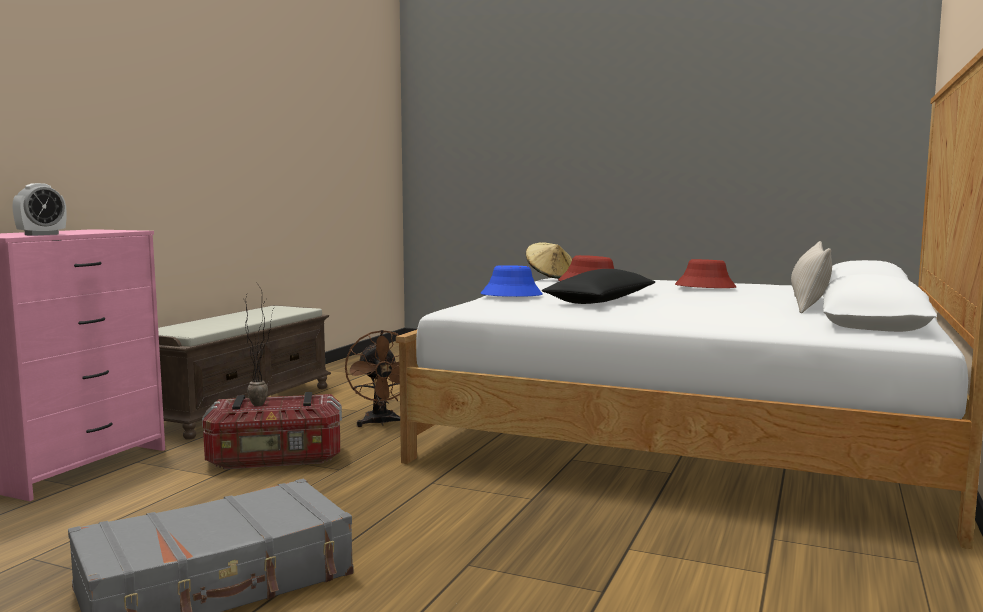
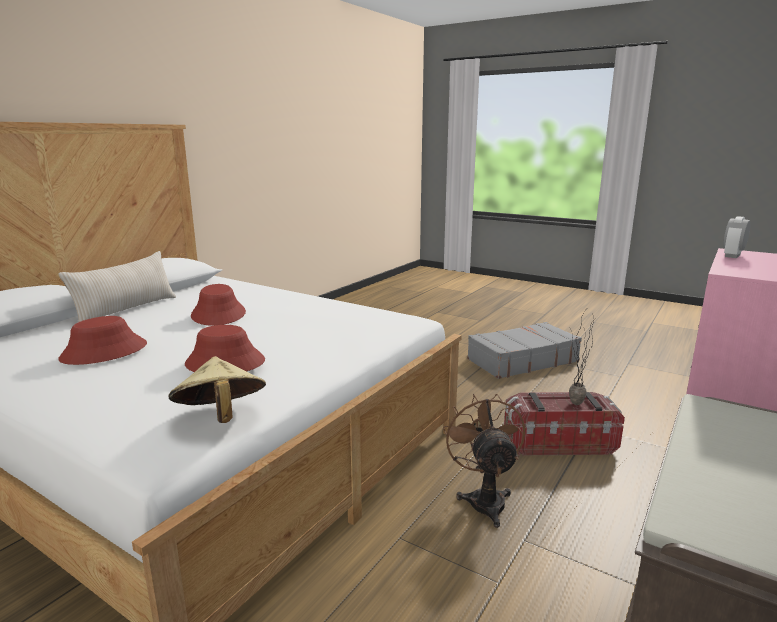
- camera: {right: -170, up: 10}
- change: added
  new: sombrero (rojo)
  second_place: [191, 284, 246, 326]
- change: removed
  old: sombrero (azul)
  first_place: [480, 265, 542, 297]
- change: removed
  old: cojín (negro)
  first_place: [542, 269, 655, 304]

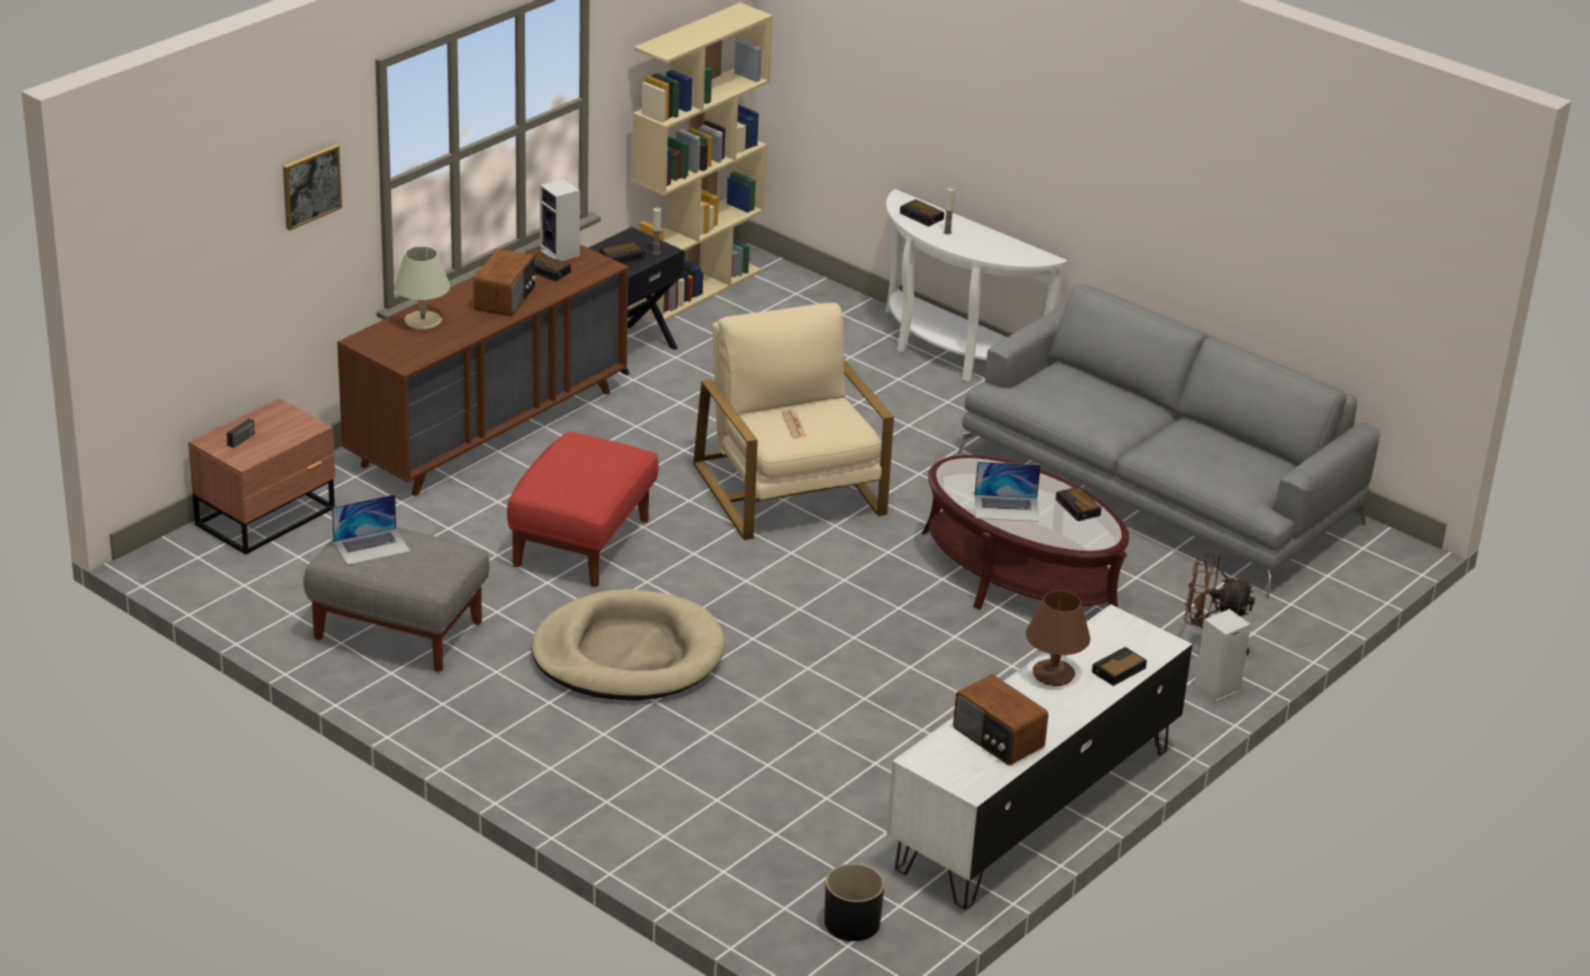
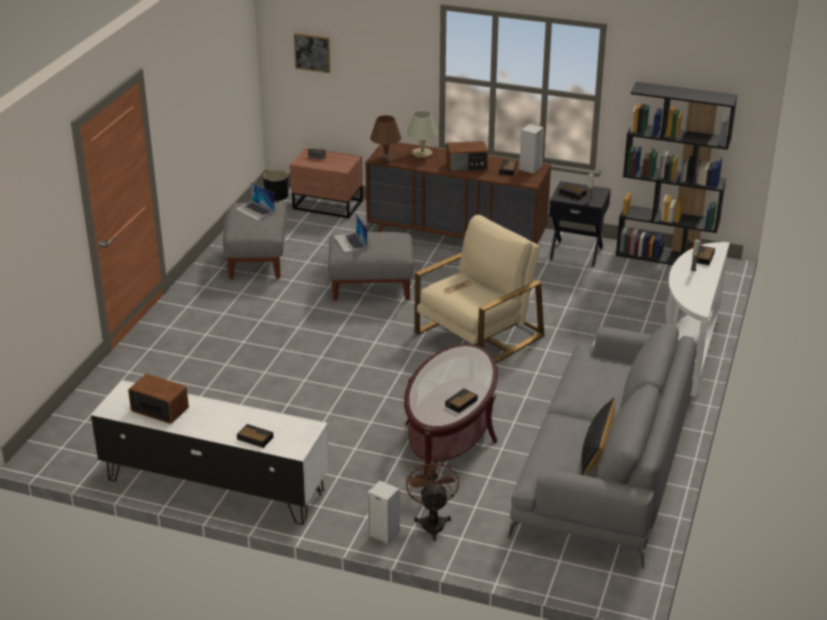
- camera: {right: 70, up: 0}
- change: turned
  old: radio
  first_place: [953, 674, 1048, 765]
  second_place: [128, 374, 189, 424]
  degrees: 90
- change: moved
  old: maceta (negro)
  first_place: [824, 863, 884, 941]
  second_place: [263, 170, 289, 201]
- change: moved
  old: cuadro
  first_place: [283, 144, 342, 230]
  second_place: [294, 33, 330, 73]
- change: recoloured
  old: puf (rojo)
  new: puf (gris)
  first_place: [507, 432, 658, 587]
  second_place: [328, 232, 413, 301]
- change: moved
  old: portátil
  first_place: [974, 462, 1041, 522]
  second_place: [334, 213, 367, 253]
- change: moved
  old: lámpara de mesa (marrón)
  first_place: [1026, 590, 1090, 686]
  second_place: [370, 115, 401, 163]
- change: added
  new: cojín (negro)
  second_place: [581, 398, 615, 475]
- change: recoloured
  old: estantería (beis)
  new: estantería (negro)
  first_place: [630, 3, 773, 321]
  second_place: [616, 82, 738, 265]
- change: removed
  old: cama para perro (beis)
  first_place: [531, 589, 725, 700]

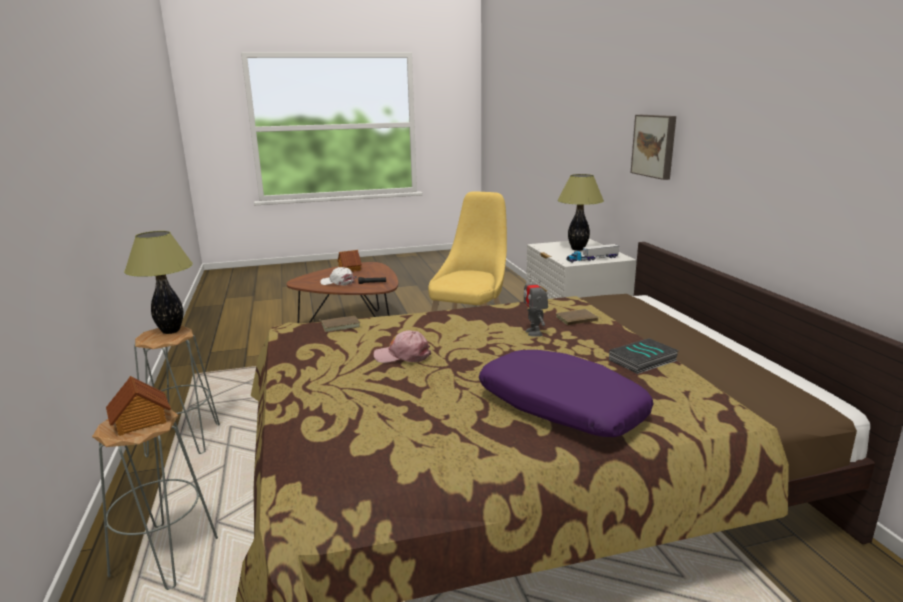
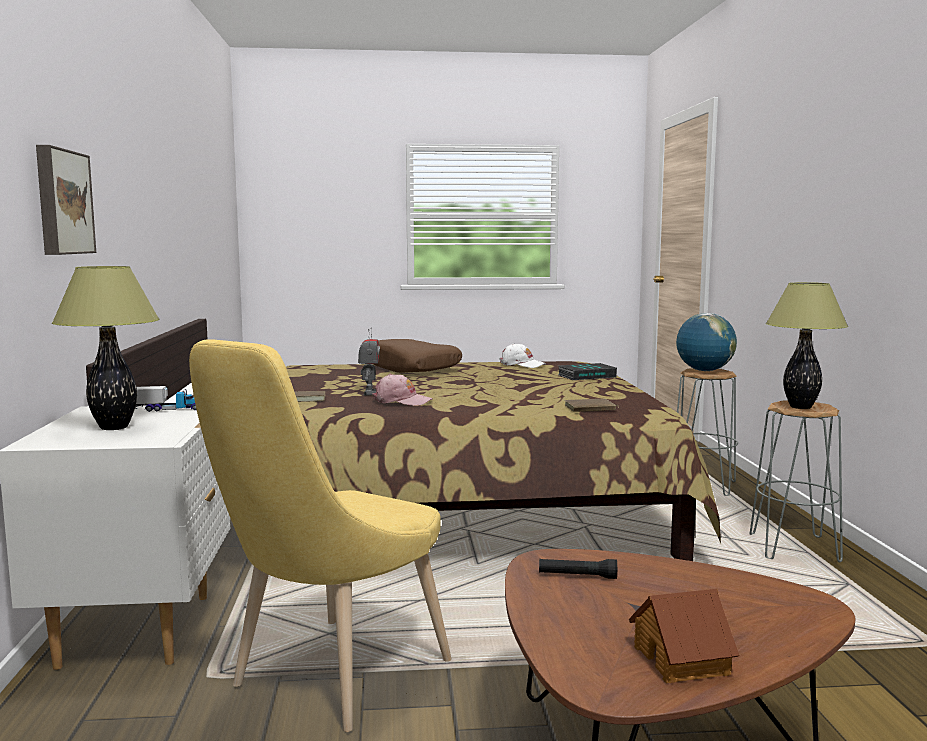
- camera: {right: -170, up: -10}
- change: moved
  old: gorra (rosa)
  first_place: [373, 330, 431, 363]
  second_place: [372, 374, 433, 406]
- change: recoloured
  old: cojín (morado)
  new: cojín (marrón)
  first_place: [479, 350, 653, 437]
  second_place: [374, 339, 462, 373]
- change: moved
  old: gorra (blanco)
  first_place: [320, 267, 355, 286]
  second_place: [499, 343, 546, 368]
- change: moved
  old: libro
  first_place: [609, 338, 679, 374]
  second_place: [558, 363, 617, 380]
- change: replaced
  old: casita
  new: globo terráqueo
  first_place: [106, 376, 171, 436]
  second_place: [676, 313, 737, 371]

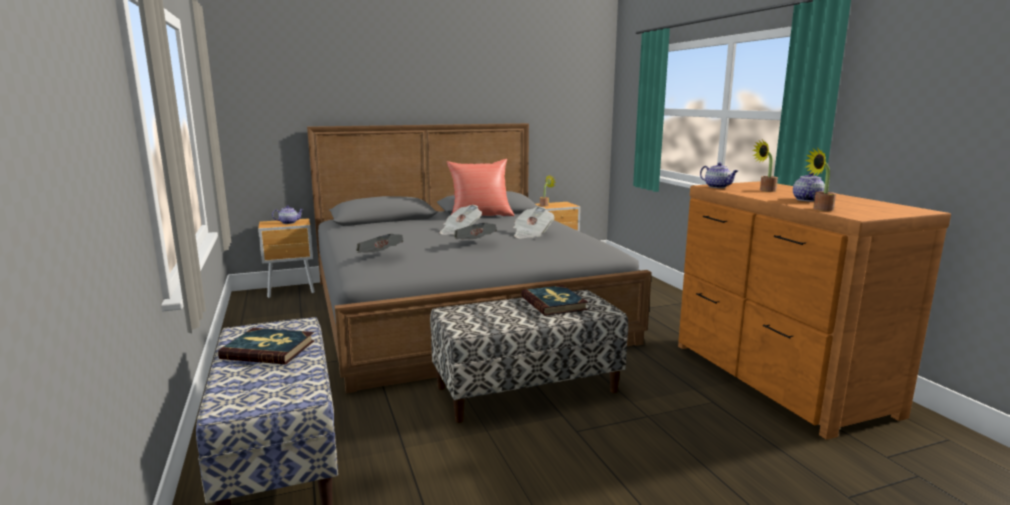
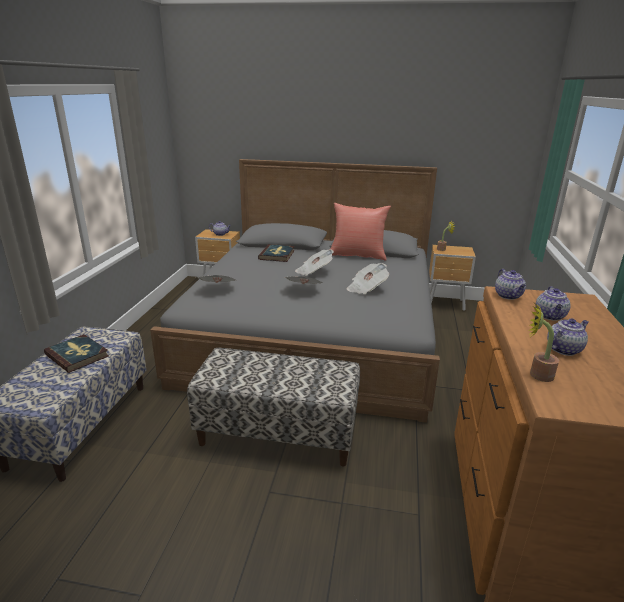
- camera: {right: 30, up: 10}
- change: moved
  old: libro
  first_place: [521, 285, 588, 316]
  second_place: [258, 244, 295, 262]
- change: replaced
  old: planta en maceta
  new: tetera
  first_place: [753, 140, 778, 192]
  second_place: [536, 286, 571, 320]

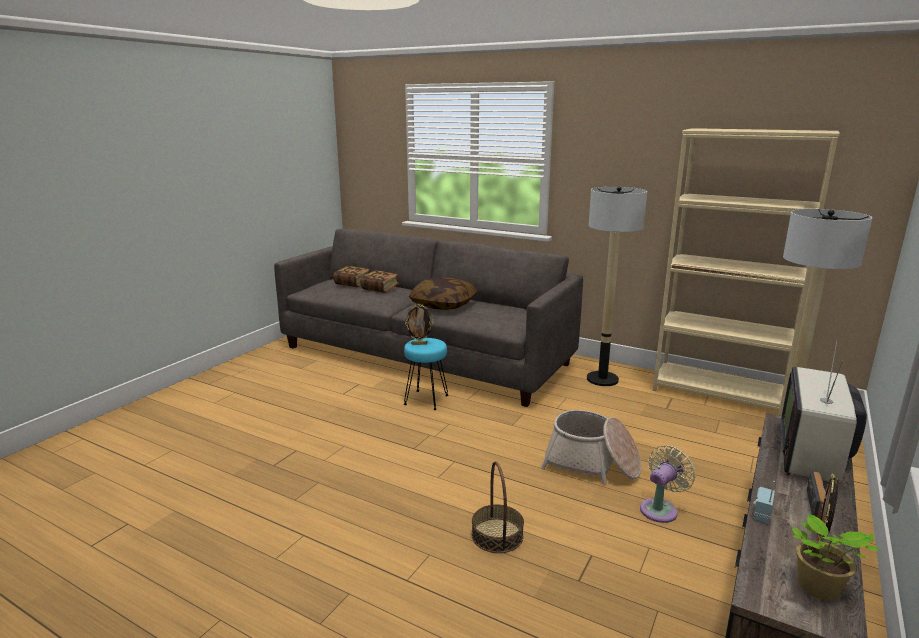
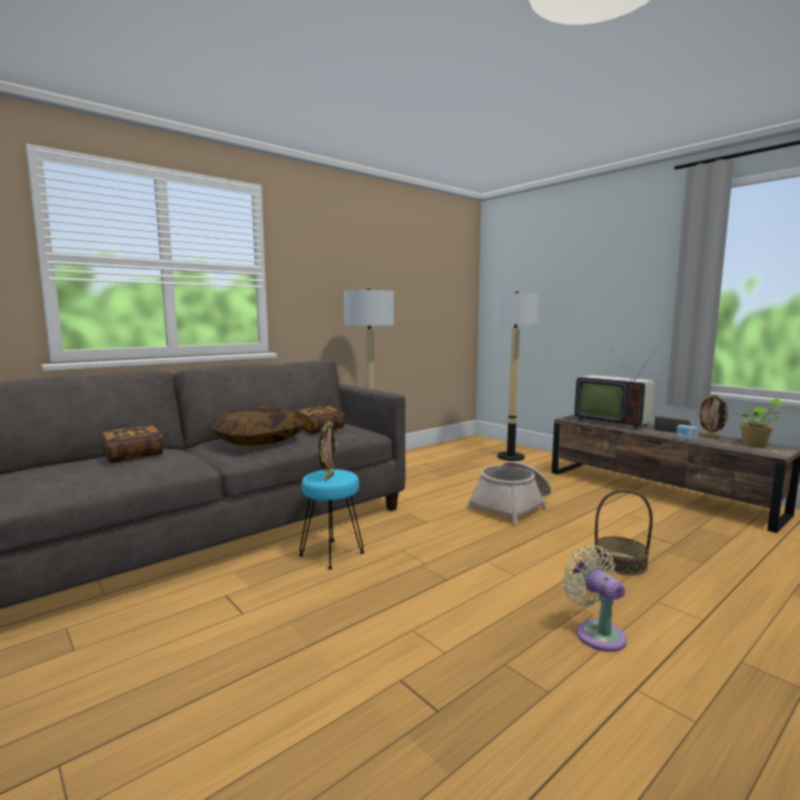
- camera: {right: -70, up: -10}
- change: moved
  old: libro
  first_place: [333, 266, 370, 287]
  second_place: [295, 406, 345, 434]
- change: moved
  old: ventilador (beis)
  first_place: [640, 445, 695, 523]
  second_place: [562, 545, 627, 652]
- change: removed
  old: estantería (beis)
  first_place: [653, 128, 840, 416]

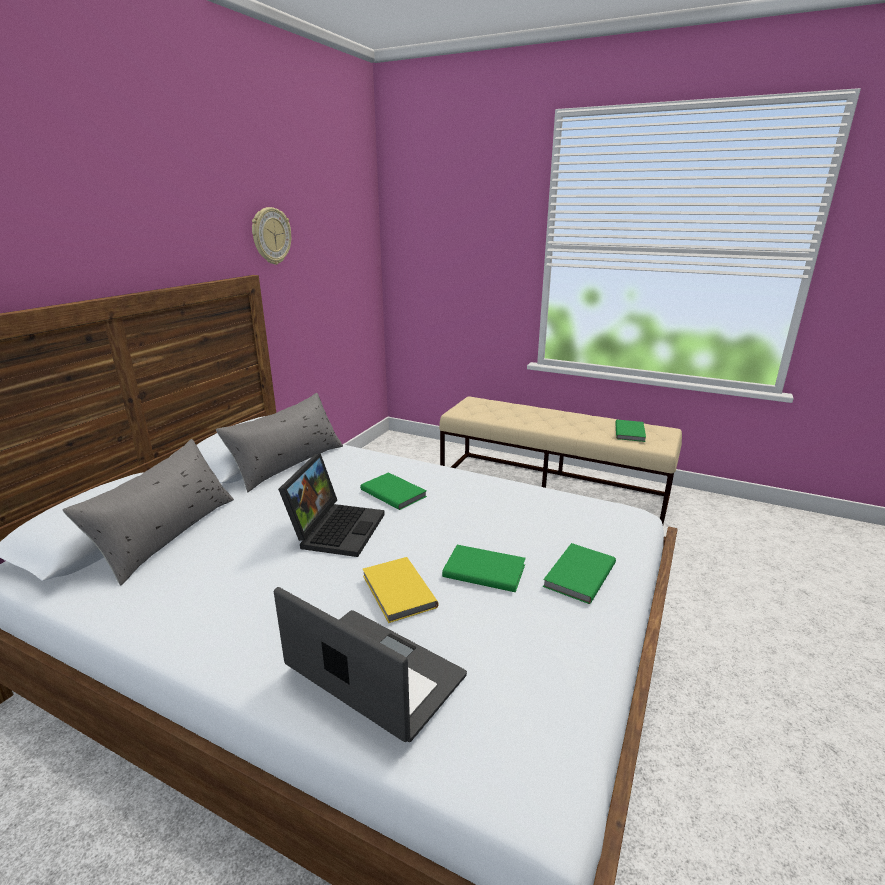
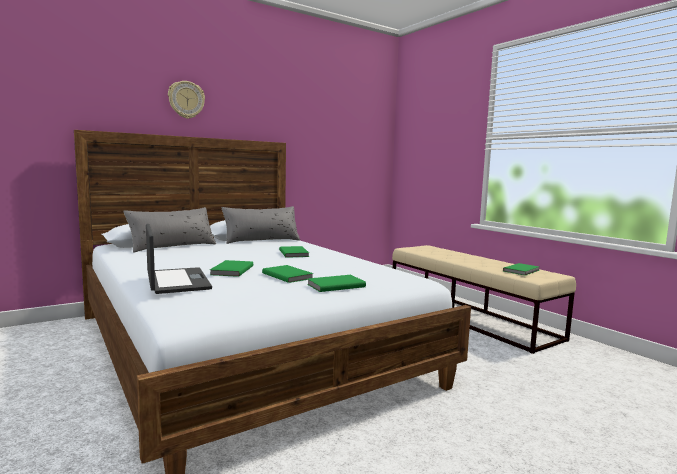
- camera: {right: 30, up: -15}
- change: moved
  old: reloj de pared
  first_place: [252, 207, 291, 265]
  second_place: [168, 81, 205, 119]
- change: recoloured
  old: libro (amarillo)
  new: libro (verde)
  first_place: [363, 557, 438, 623]
  second_place: [210, 260, 253, 277]
- change: removed
  old: portátil
  first_place: [278, 453, 385, 557]

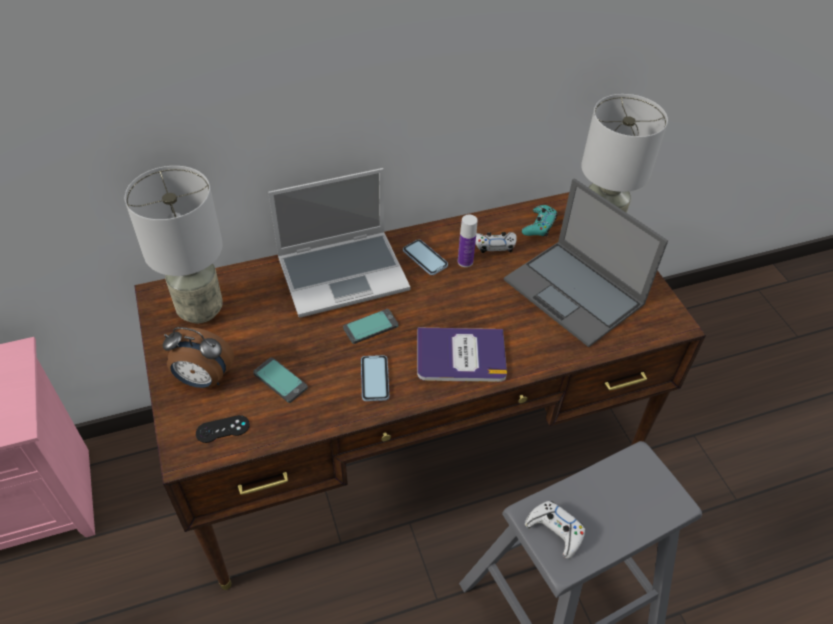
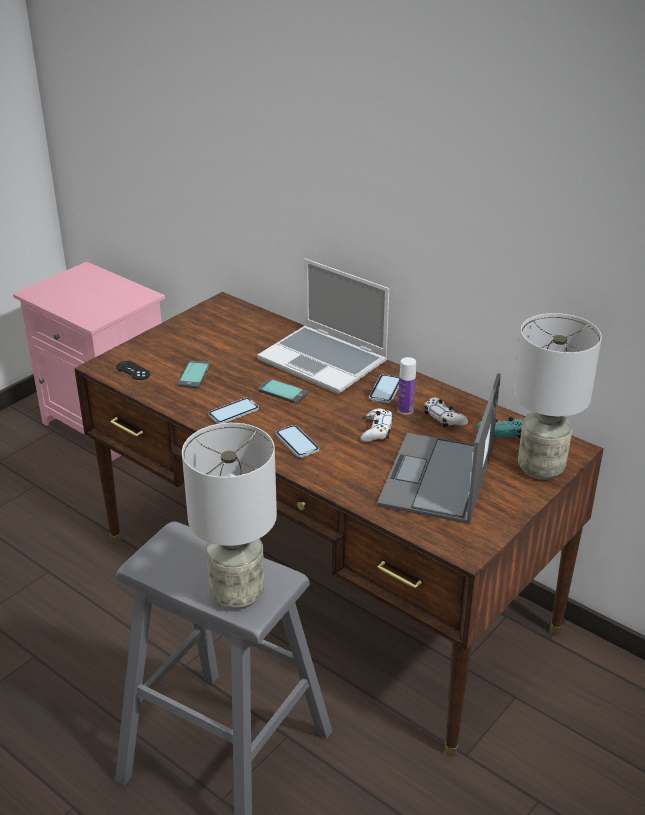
- camera: {right: 60, up: -15}
- change: moved
  old: lámpara de mesa (gris)
  first_place: [125, 166, 223, 323]
  second_place: [182, 423, 277, 610]
- change: replaced
  old: libro
  new: móvil
  first_place: [417, 327, 507, 382]
  second_place: [276, 425, 319, 458]
- change: moved
  old: mando de consola (blanco)
  first_place: [525, 501, 585, 559]
  second_place: [360, 408, 393, 442]
- change: removed
  old: despertador
  first_place: [163, 327, 234, 388]

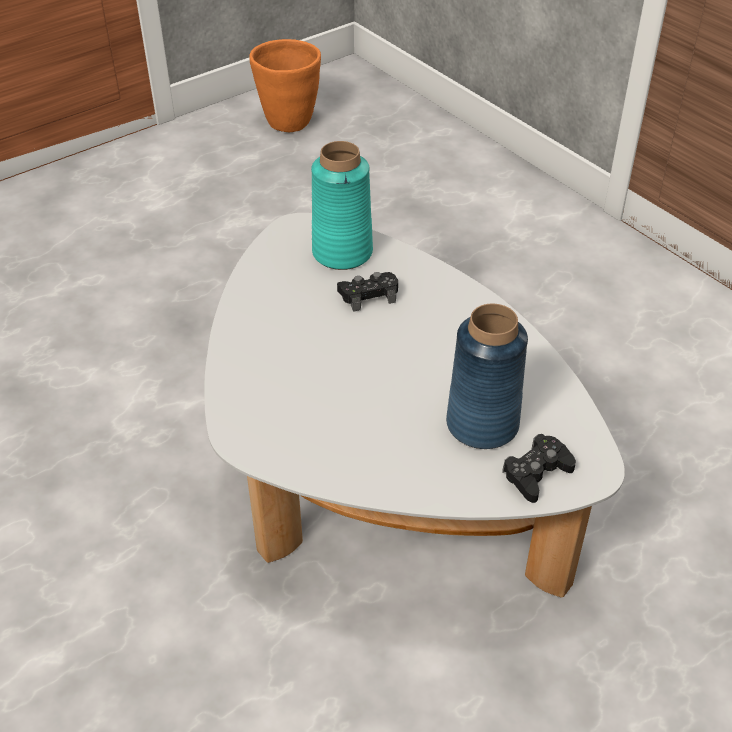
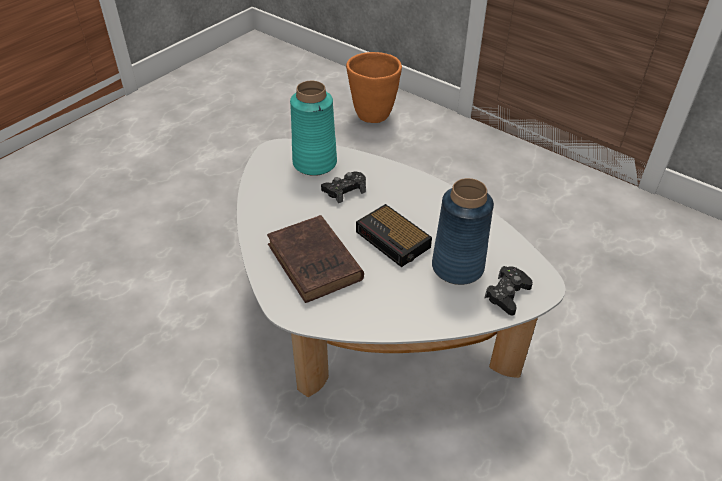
- camera: {right: -15, up: 0}
- change: added
  new: libro (marrón)
  second_place: [267, 215, 364, 303]
- change: moved
  old: maceta (naranja)
  first_place: [249, 39, 321, 132]
  second_place: [346, 52, 402, 123]
- change: added
  new: despertador
  second_place: [356, 204, 432, 267]

